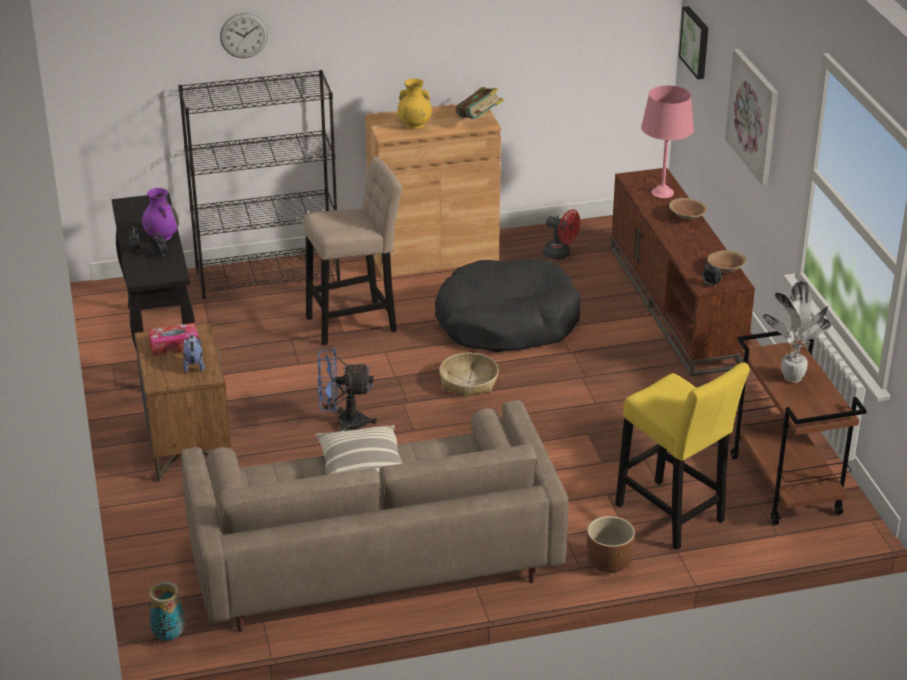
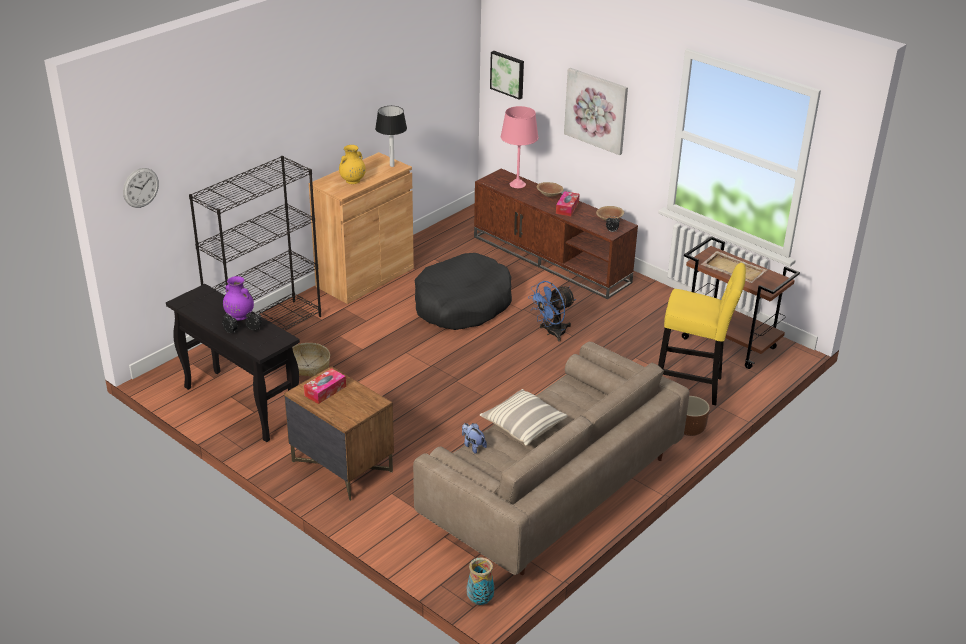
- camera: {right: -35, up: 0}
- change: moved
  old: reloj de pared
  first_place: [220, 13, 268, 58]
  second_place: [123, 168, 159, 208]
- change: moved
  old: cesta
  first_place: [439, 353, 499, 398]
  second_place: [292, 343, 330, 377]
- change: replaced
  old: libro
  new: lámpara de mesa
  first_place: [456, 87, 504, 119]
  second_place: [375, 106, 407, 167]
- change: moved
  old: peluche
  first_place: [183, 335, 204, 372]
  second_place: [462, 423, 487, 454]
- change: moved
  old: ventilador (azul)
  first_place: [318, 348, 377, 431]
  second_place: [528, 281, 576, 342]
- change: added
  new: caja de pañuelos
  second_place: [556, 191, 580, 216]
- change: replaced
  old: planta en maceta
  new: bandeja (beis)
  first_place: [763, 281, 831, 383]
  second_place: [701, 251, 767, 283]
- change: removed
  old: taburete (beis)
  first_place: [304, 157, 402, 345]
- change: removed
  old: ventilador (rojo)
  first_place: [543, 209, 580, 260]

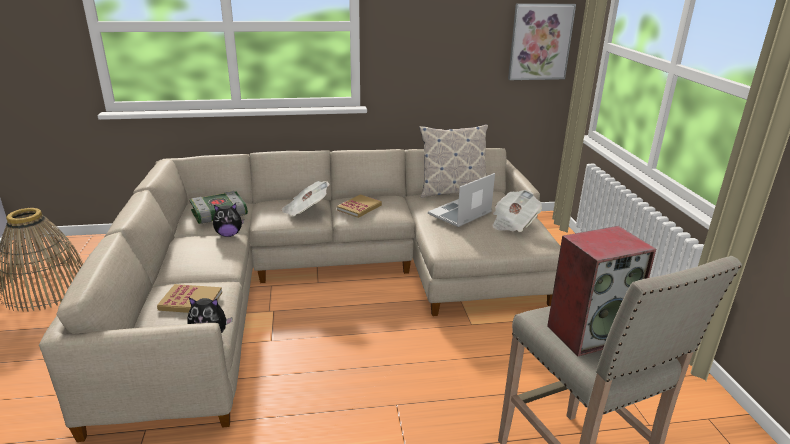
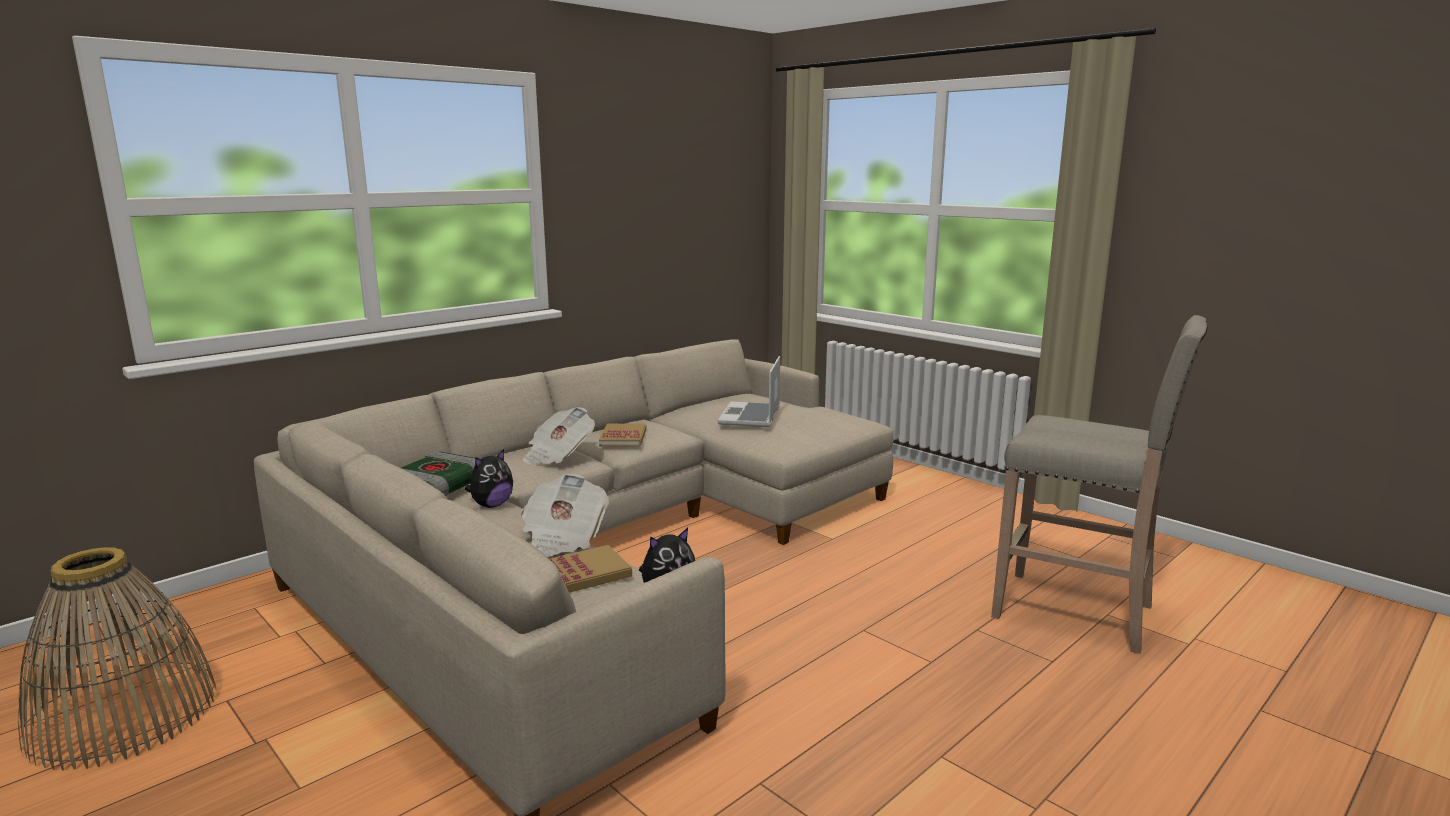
- camera: {right: -35, up: -10}
- change: moved
  old: periódico
  first_place: [492, 190, 542, 232]
  second_place: [521, 473, 609, 557]
- change: removed
  old: cojín
  first_place: [419, 125, 488, 198]
- change: removed
  old: cuadro
  first_place: [508, 3, 576, 80]
- change: removed
  old: altavoz
  first_place: [547, 226, 656, 356]

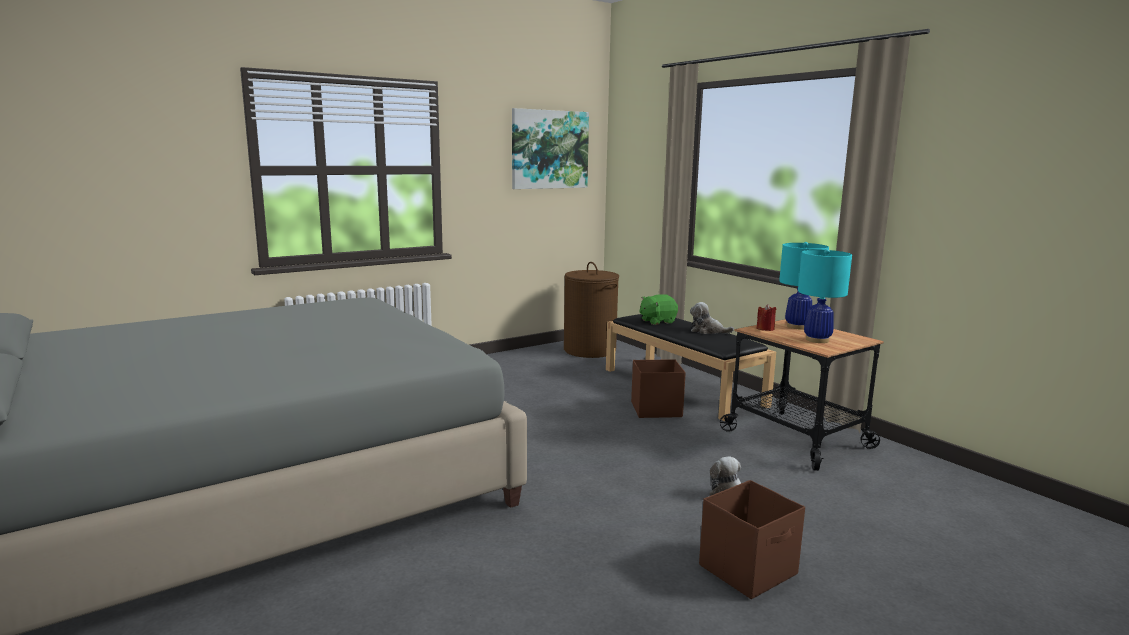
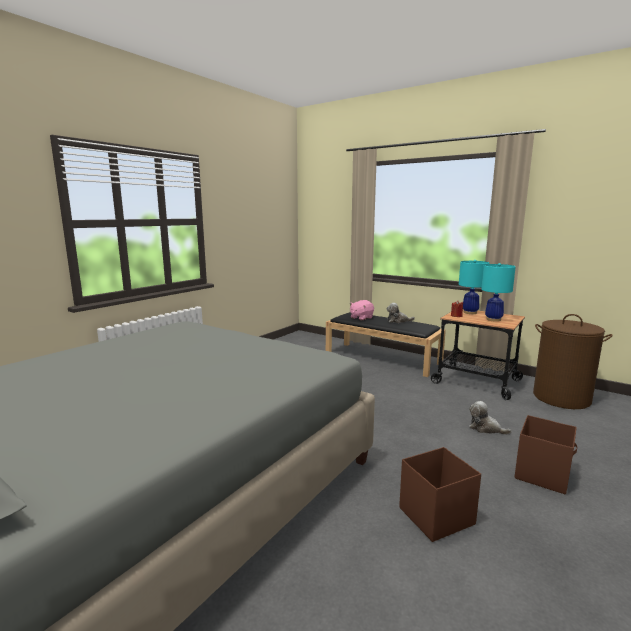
- camera: {right: -20, up: 0}
- change: recoloured
  old: peluche (verde)
  new: peluche (rosa)
  first_place: [639, 294, 678, 325]
  second_place: [350, 300, 374, 321]
- change: moved
  old: caja de almacenaje (marrón)
  first_place: [631, 359, 686, 418]
  second_place: [399, 447, 481, 542]
- change: moved
  old: cesto de la ropa (marrón)
  first_place: [564, 262, 619, 358]
  second_place: [533, 314, 613, 409]
- change: removed
  old: cuadro
  first_place: [512, 108, 589, 189]

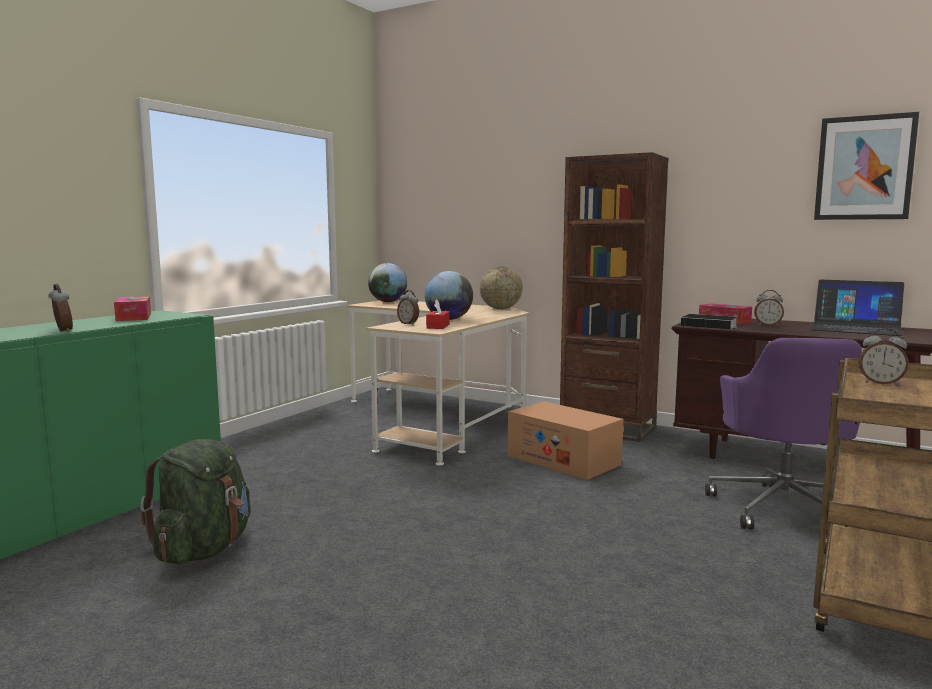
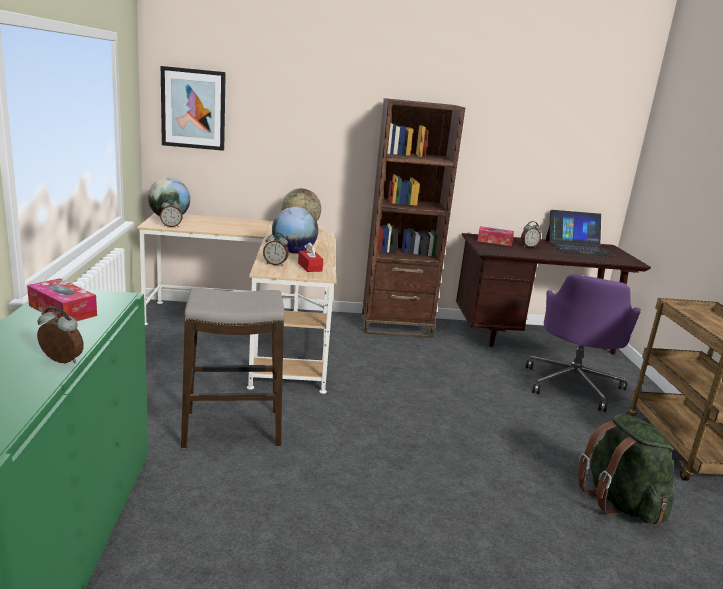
- camera: {right: -35, up: 10}
- change: moved
  old: despertador
  first_place: [859, 328, 909, 385]
  second_place: [160, 199, 183, 227]
- change: moved
  old: cuadro
  first_place: [814, 112, 919, 220]
  second_place: [161, 66, 226, 151]
- change: added
  new: taburete
  second_place: [181, 288, 285, 448]
- change: turned
  old: silla de oficina (morado)
  first_place: [705, 338, 862, 529]
  second_place: [526, 274, 641, 412]
  degrees: 45
- change: moved
  old: mochila (verde)
  first_place: [140, 439, 251, 564]
  second_place: [577, 414, 674, 524]
- change: removed
  old: caja de cartón
  first_place: [508, 401, 623, 480]
- change: removed
  old: libro
  first_place: [681, 314, 737, 330]

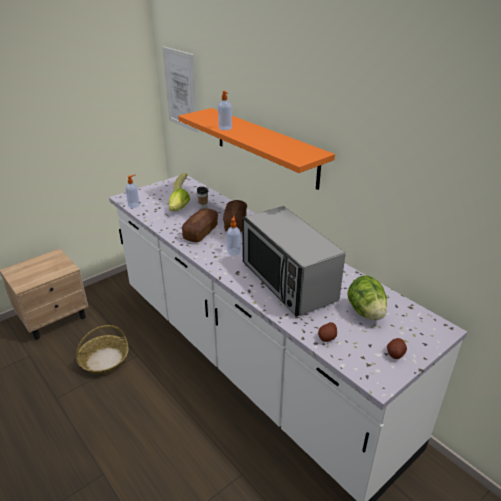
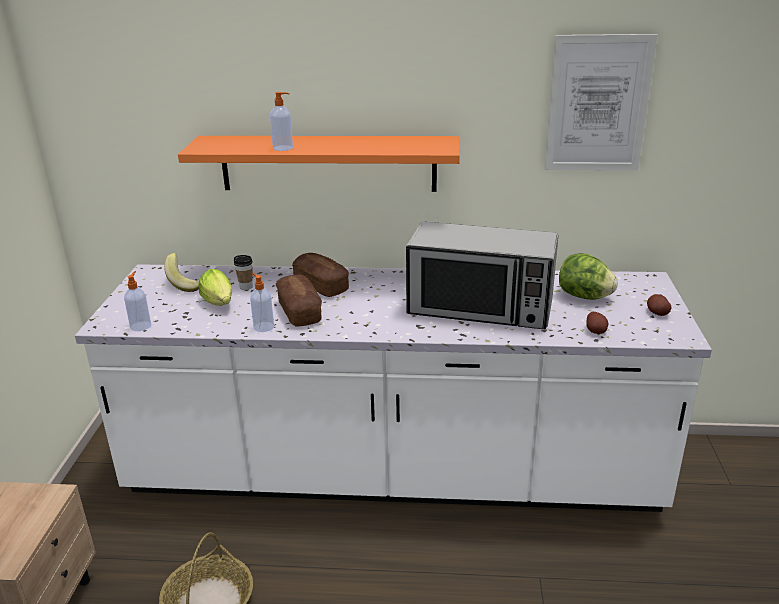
- camera: {right: -45, up: -5}
- change: moved
  old: dispensador de jabón
  first_place: [227, 216, 241, 255]
  second_place: [250, 273, 274, 332]
- change: moved
  old: cuadro
  first_place: [162, 47, 199, 133]
  second_place: [545, 34, 657, 170]

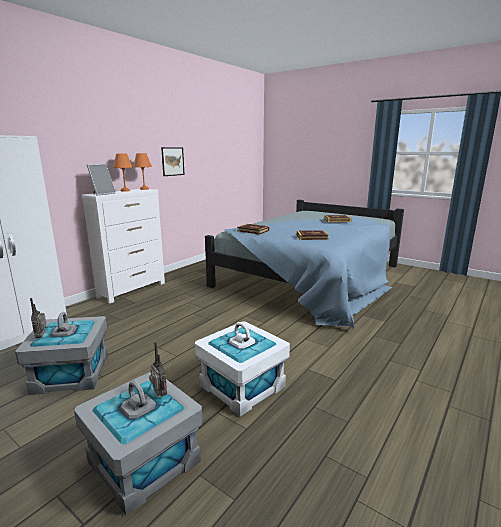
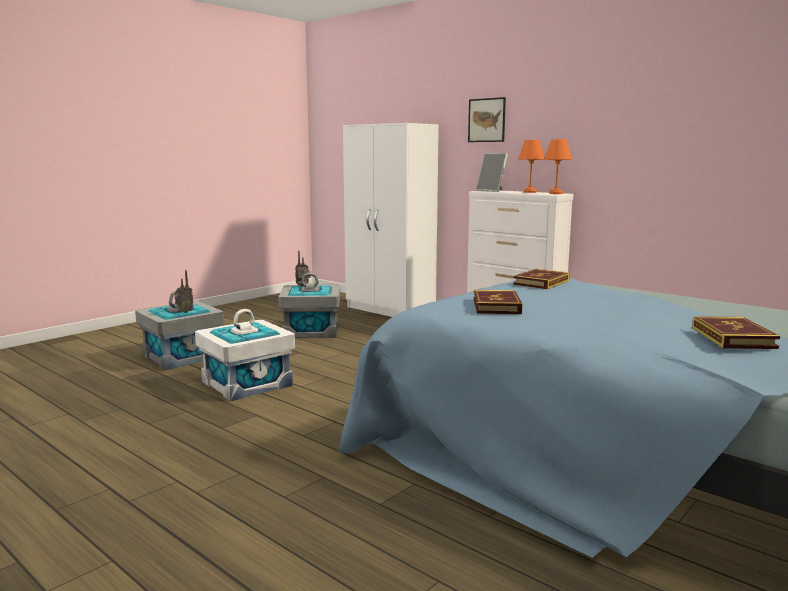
- camera: {right: 95, up: -5}
- change: moved
  old: cuadro
  first_place: [161, 147, 185, 176]
  second_place: [468, 97, 506, 142]

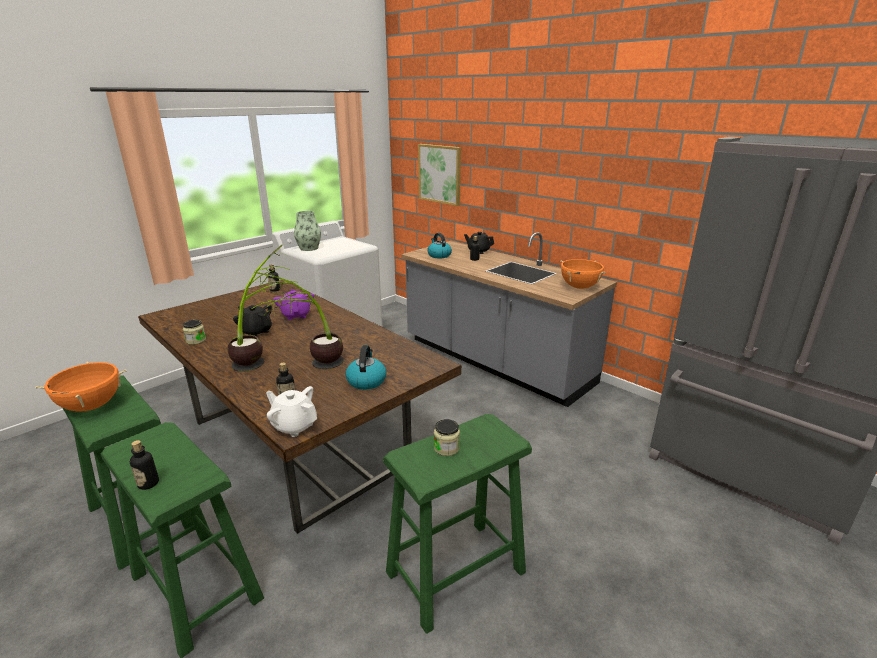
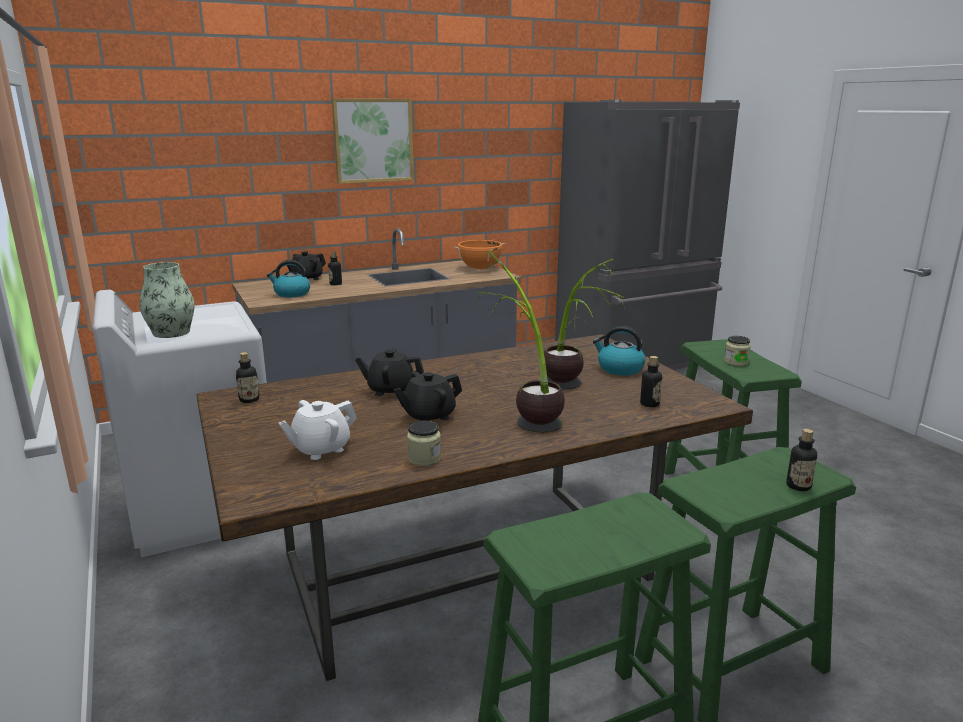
- camera: {right: -70, up: -5}
- change: moved
  old: tetera (blanco)
  first_place: [266, 386, 317, 437]
  second_place: [278, 400, 357, 460]
- change: moved
  old: cuadro
  first_place: [418, 144, 461, 206]
  second_place: [332, 98, 414, 184]
- change: recoloured
  old: tetera (morado)
  new: tetera (negro)
  first_place: [273, 289, 314, 320]
  second_place: [355, 348, 424, 396]
- change: removed
  old: olla (naranja)
  first_place: [35, 361, 127, 412]

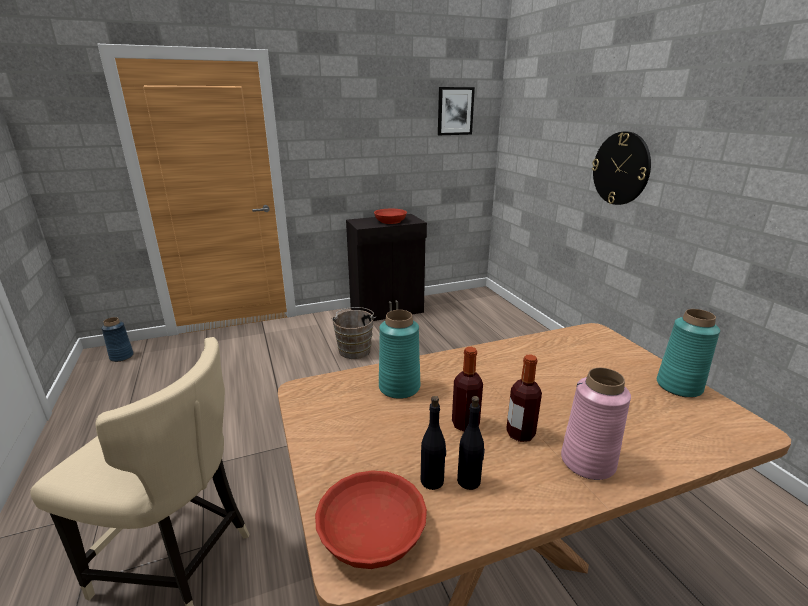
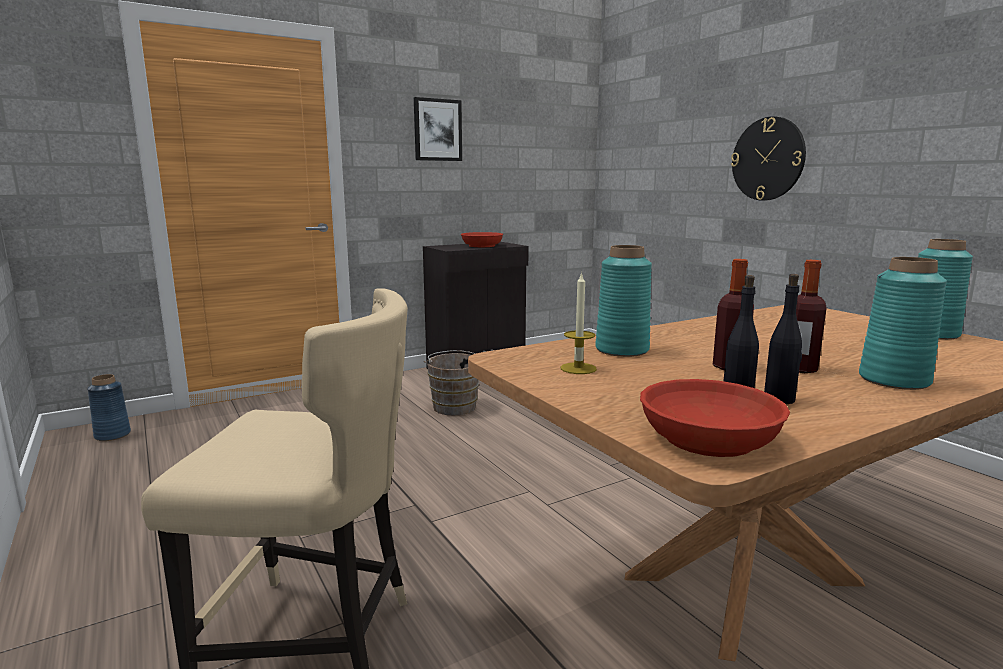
- camera: {right: -10, up: -10}
- change: moved
  old: cuadro
  first_place: [438, 87, 475, 135]
  second_place: [414, 97, 462, 161]
- change: added
  new: vela
  second_place: [561, 272, 597, 374]
- change: recoloured
  old: florero (rosa)
  new: florero (turquesa)
  first_place: [561, 368, 631, 480]
  second_place: [859, 257, 947, 390]

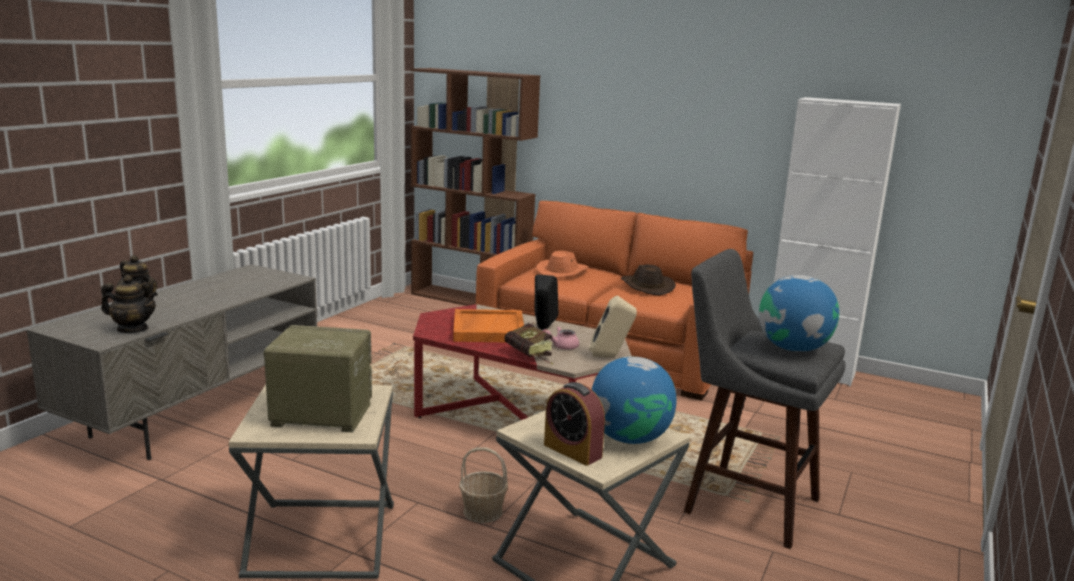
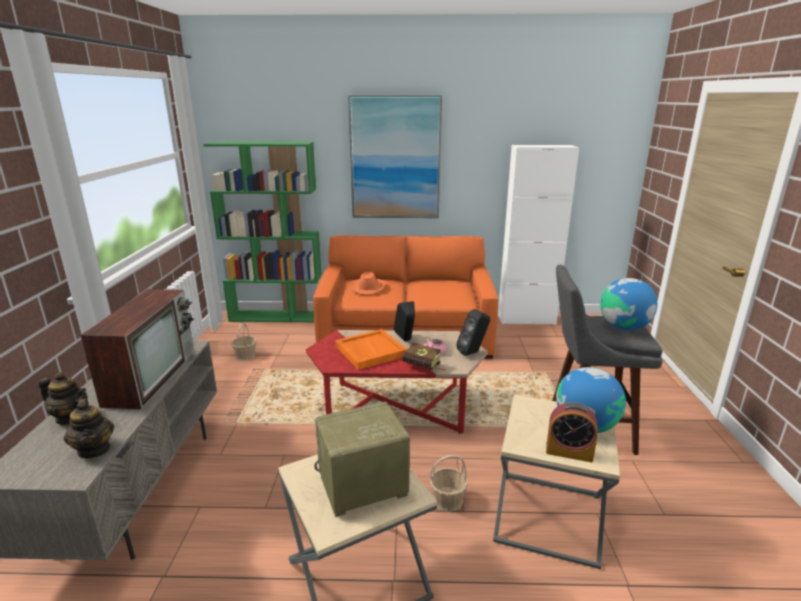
- camera: {right: -25, up: 5}
- change: turned
  old: tetera
  first_place: [101, 275, 158, 333]
  second_place: [64, 399, 114, 458]
  degrees: 75
- change: added
  new: televisor
  second_place: [80, 289, 195, 409]
- change: recoloured
  old: estantería (marrón)
  new: estantería (verde)
  first_place: [411, 68, 540, 306]
  second_place: [203, 142, 322, 322]
- change: added
  new: cesta
  second_place: [231, 322, 257, 360]
- change: added
  new: cuadro
  second_place: [348, 95, 442, 218]
- change: recoloured
  old: altavoz (beis)
  new: altavoz (negro)
  first_place: [589, 295, 637, 358]
  second_place: [456, 309, 490, 356]
- change: removed
  old: sombrero (marrón)
  first_place: [621, 264, 676, 295]

